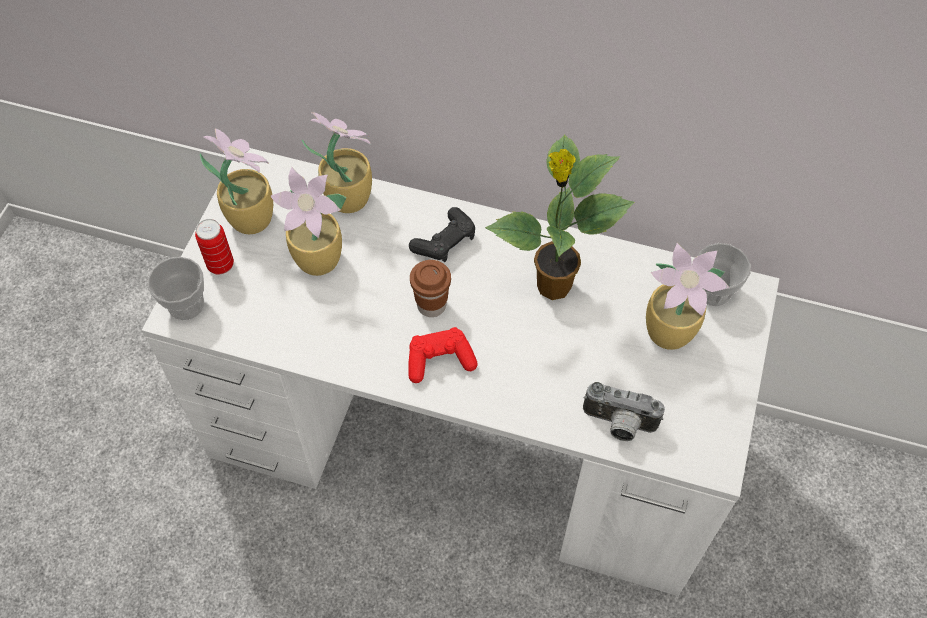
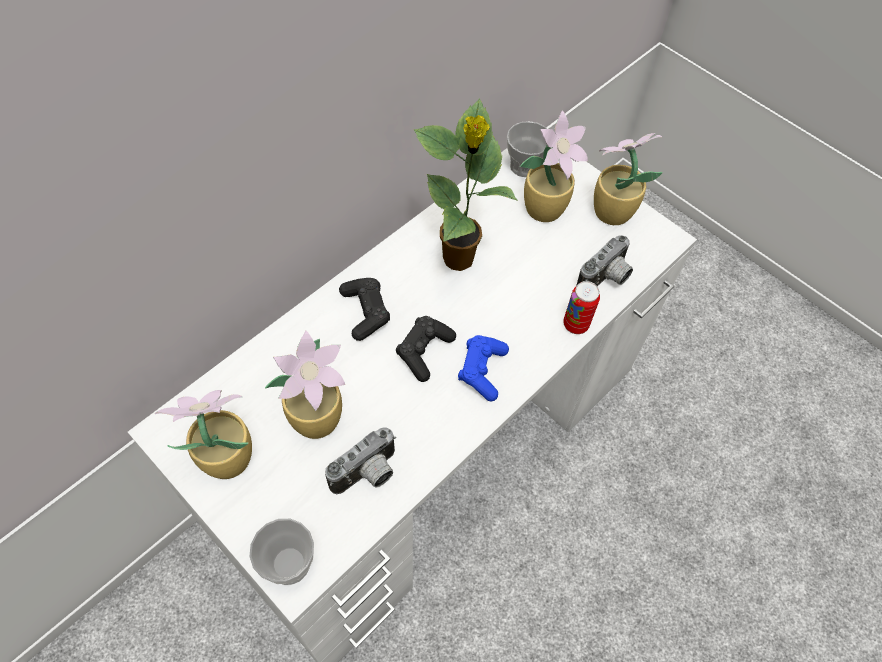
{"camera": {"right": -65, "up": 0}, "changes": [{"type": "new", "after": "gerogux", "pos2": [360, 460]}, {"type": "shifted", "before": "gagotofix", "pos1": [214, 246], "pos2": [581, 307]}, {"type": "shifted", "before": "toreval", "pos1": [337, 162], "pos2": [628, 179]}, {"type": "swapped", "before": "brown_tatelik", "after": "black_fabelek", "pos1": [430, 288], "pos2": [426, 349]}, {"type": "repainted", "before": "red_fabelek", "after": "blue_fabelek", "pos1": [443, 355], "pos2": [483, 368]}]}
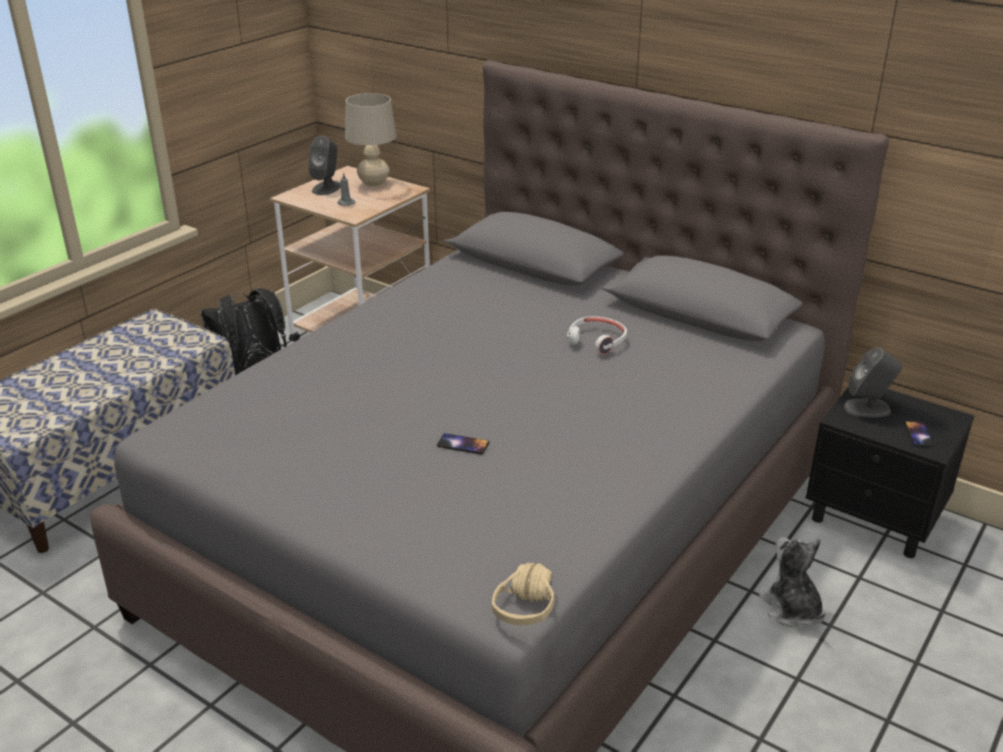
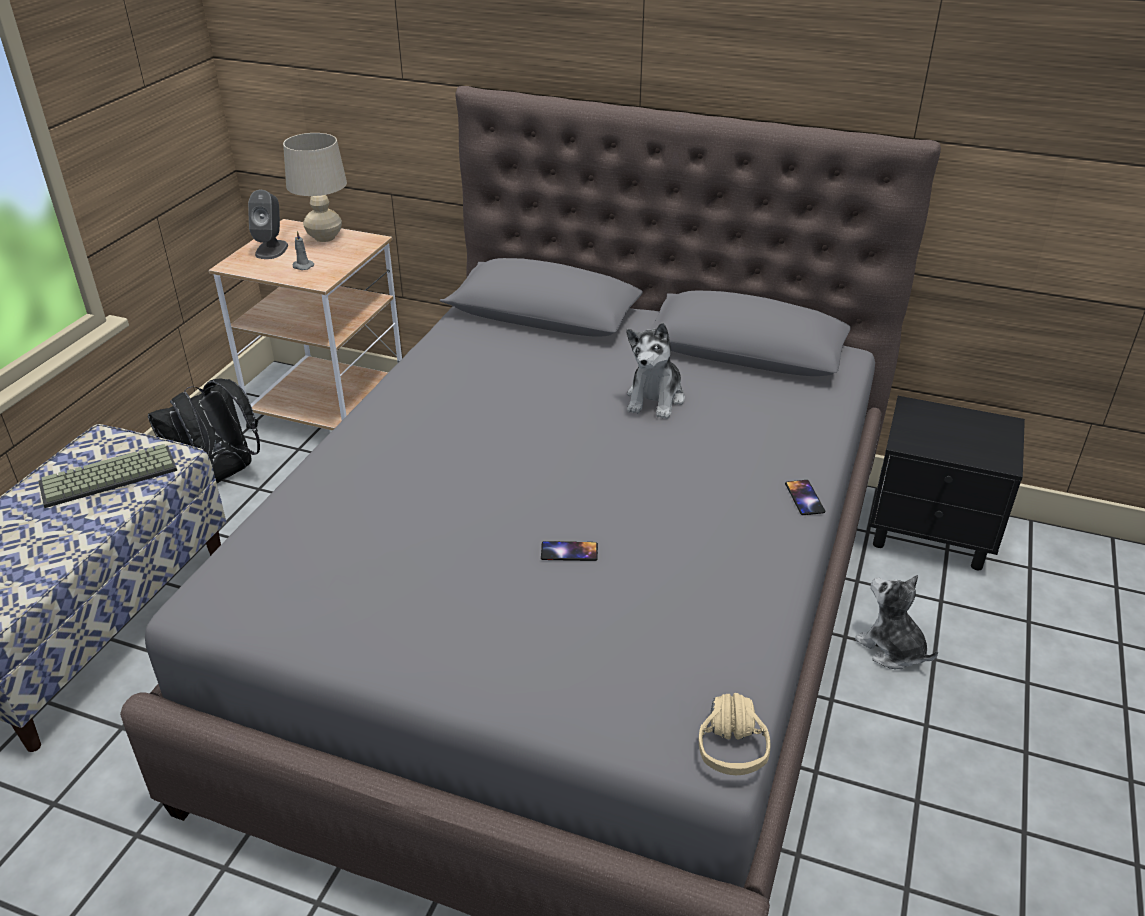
{"camera": {"right": -15, "up": 5}, "changes": [{"type": "gone", "before": "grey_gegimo", "pos1": [873, 382]}, {"type": "new", "after": "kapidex", "pos2": [107, 476]}, {"type": "shifted", "before": "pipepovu", "pos1": [919, 434], "pos2": [805, 497]}, {"type": "swapped", "before": "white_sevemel", "after": "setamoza", "pos1": [597, 335], "pos2": [655, 371]}]}
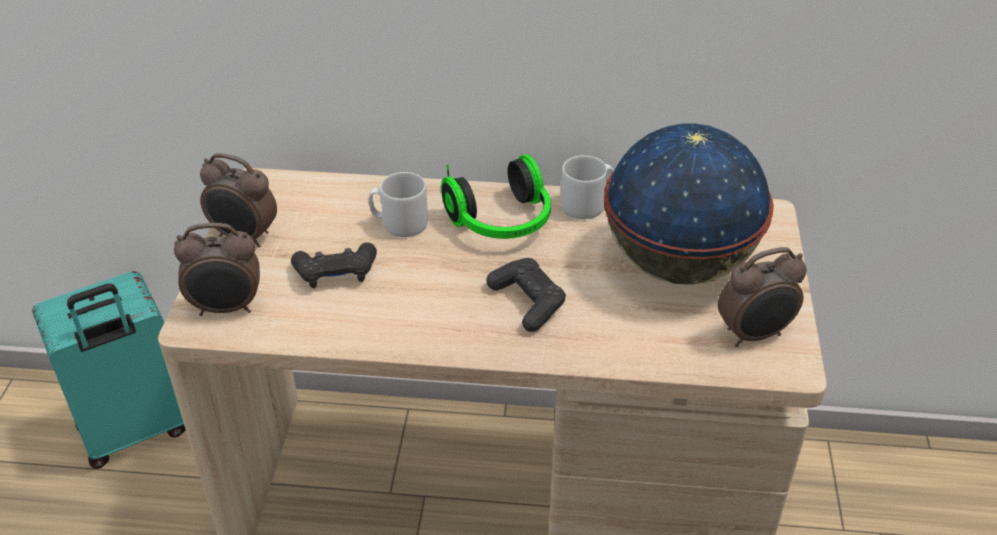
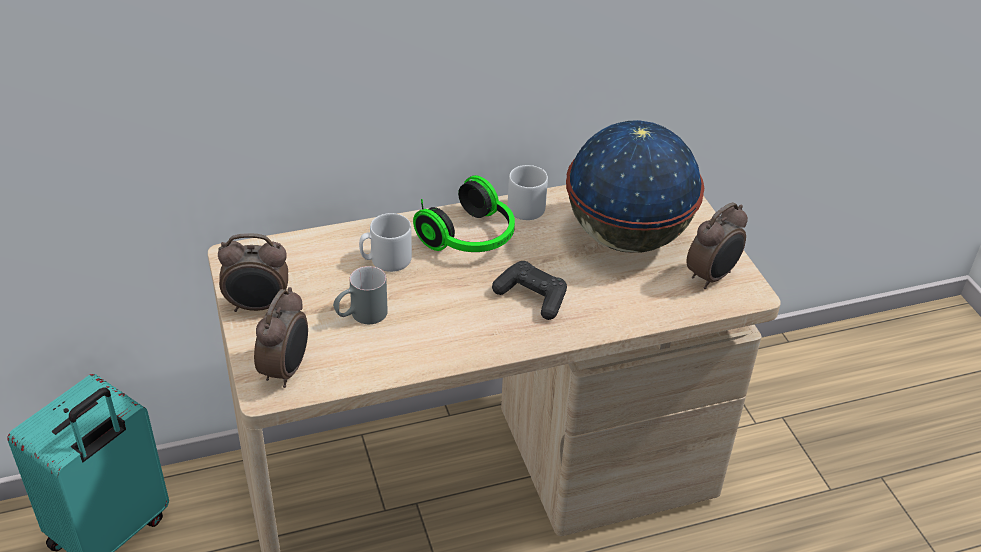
{"camera": {"right": -25, "up": 0}, "changes": [{"type": "swapped", "before": "black_fabelek", "after": "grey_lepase", "pos1": [334, 265], "pos2": [360, 295]}, {"type": "rotated", "before": "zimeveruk", "pos1": [217, 269], "pos2": [281, 337], "turn": -45}]}
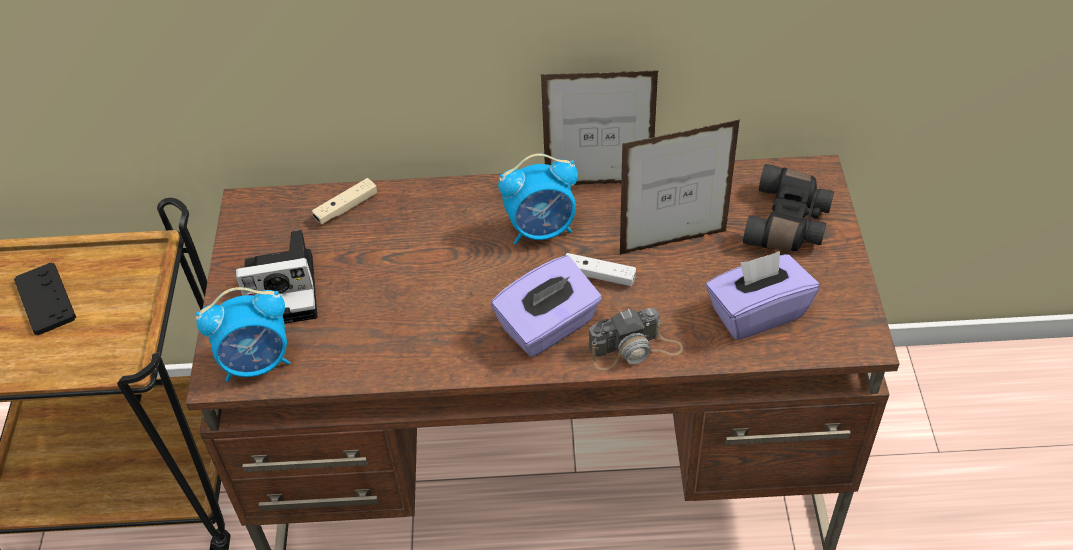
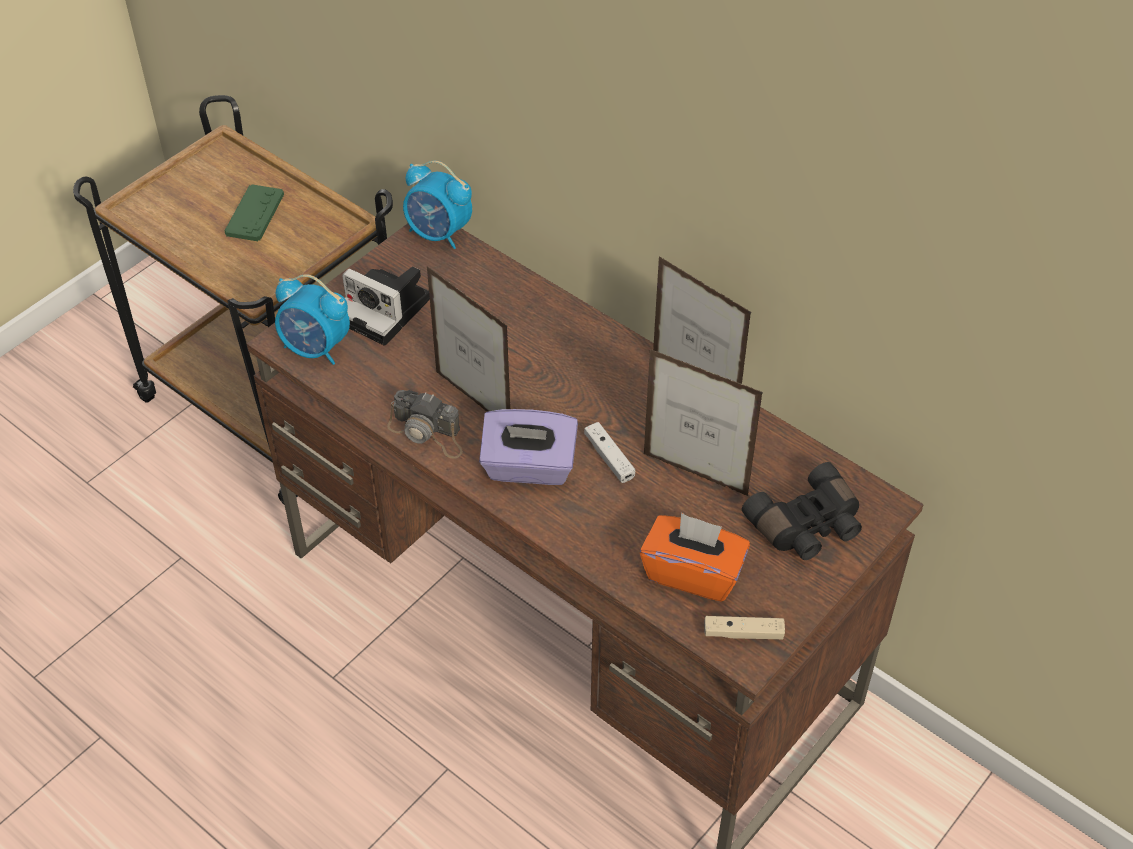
{"camera": {"right": 40, "up": 0}, "changes": [{"type": "new", "after": "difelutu", "pos2": [468, 339]}, {"type": "shifted", "before": "beige_fabelek", "pos1": [344, 201], "pos2": [744, 627]}, {"type": "shifted", "before": "zimeveruk", "pos1": [538, 199], "pos2": [437, 205]}, {"type": "shifted", "before": "gerogux", "pos1": [636, 339], "pos2": [425, 424]}, {"type": "repainted", "before": "black_fabelek", "after": "green_fabelek", "pos1": [45, 298], "pos2": [254, 212]}, {"type": "repainted", "before": "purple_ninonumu", "after": "orange_ninonumu", "pos1": [762, 295], "pos2": [695, 557]}]}
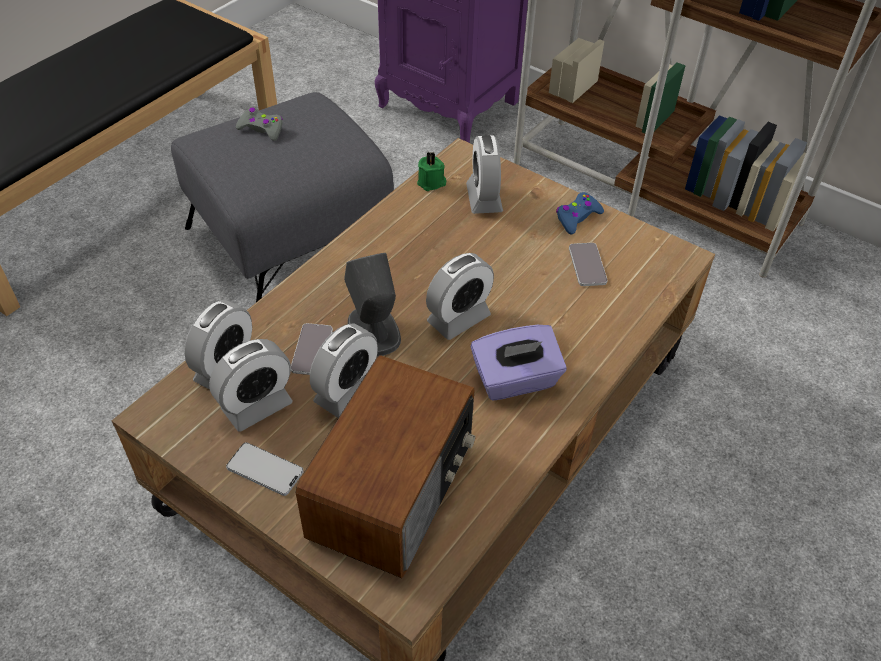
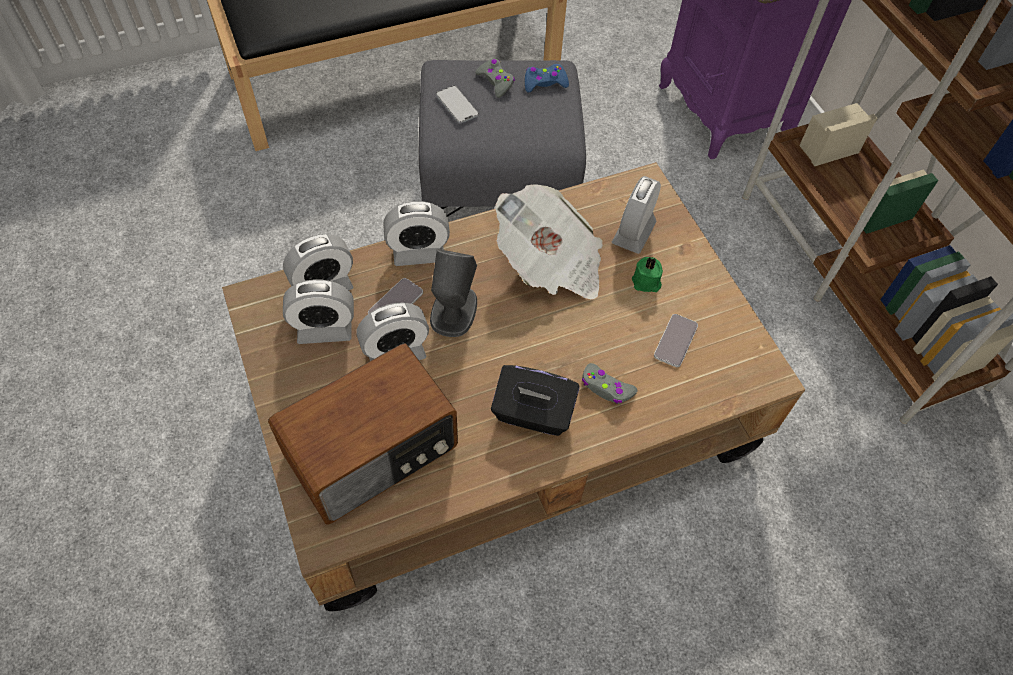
{"camera": {"right": 30, "up": 10}, "changes": [{"type": "new", "after": "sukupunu", "pos2": [549, 242]}, {"type": "new", "after": "grey_fabelek", "pos2": [610, 383]}, {"type": "shifted", "before": "pipepovu", "pos1": [265, 469], "pos2": [457, 104]}, {"type": "shifted", "before": "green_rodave", "pos1": [431, 171], "pos2": [647, 274]}, {"type": "shifted", "before": "zimeveruk", "pos1": [460, 296], "pos2": [416, 233]}, {"type": "shifted", "before": "blue_fabelek", "pos1": [580, 213], "pos2": [547, 78]}, {"type": "repainted", "before": "purple_ninonumu", "after": "black_ninonumu", "pos1": [519, 363], "pos2": [535, 400]}]}
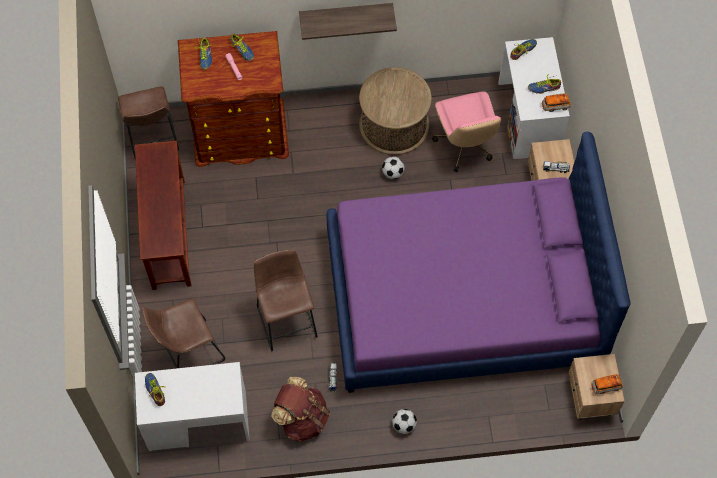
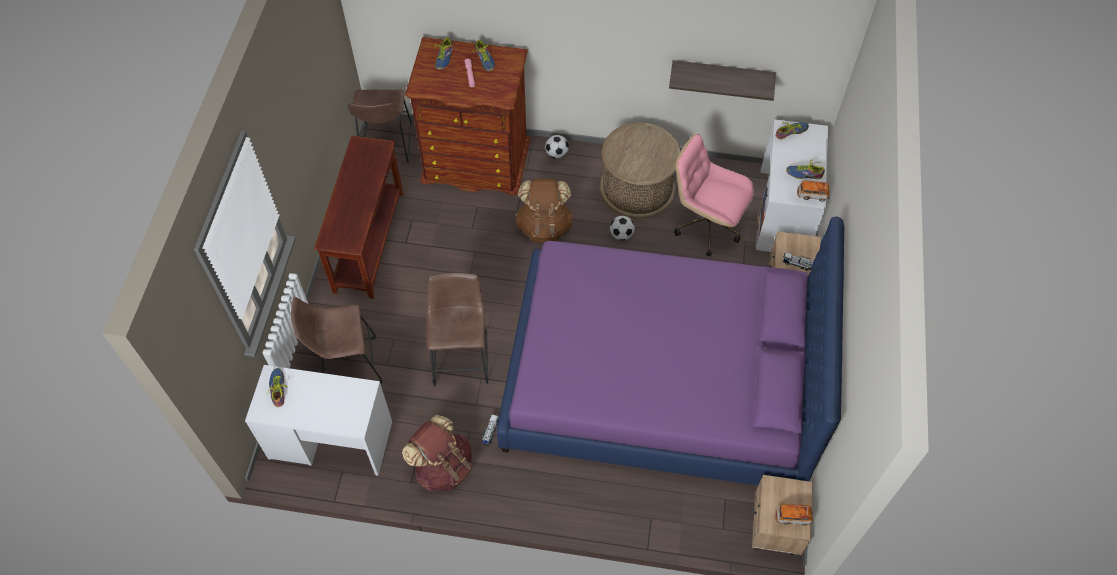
{"camera": {"right": 15, "up": -5}, "changes": [{"type": "new", "after": "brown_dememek", "pos2": [544, 210]}, {"type": "shifted", "before": "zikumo", "pos1": [348, 21], "pos2": [722, 80]}, {"type": "shifted", "before": "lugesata", "pos1": [404, 421], "pos2": [557, 147]}, {"type": "rotated", "before": "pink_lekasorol", "pos1": [466, 131], "pos2": [714, 195], "turn": 120}]}
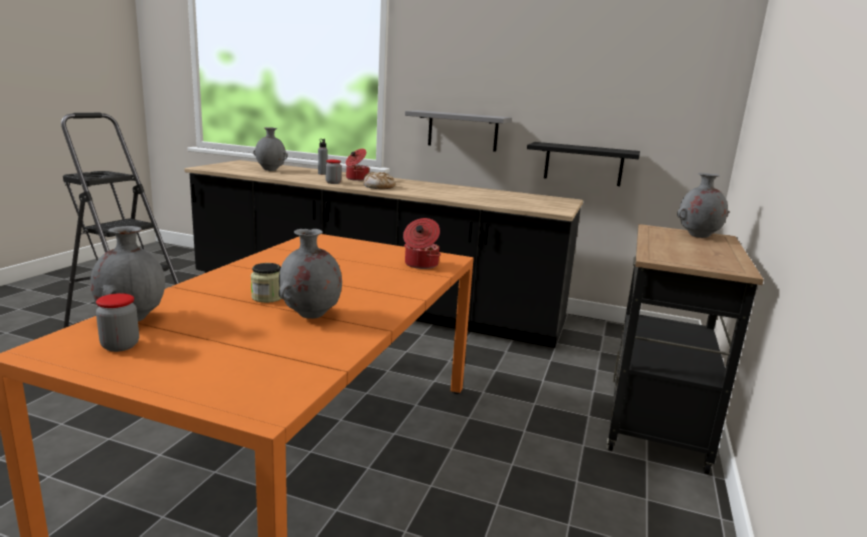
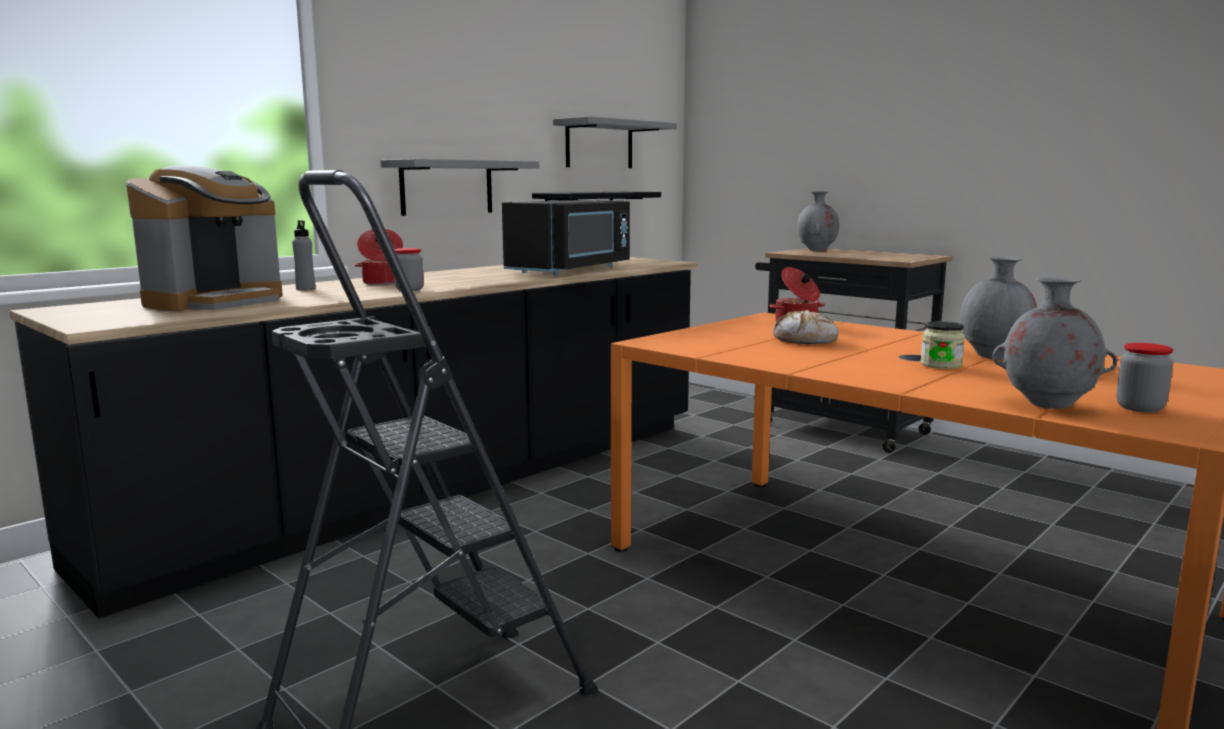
{"camera": {"right": -65, "up": -5}, "changes": [{"type": "new", "after": "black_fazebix", "pos2": [566, 237]}, {"type": "new", "after": "grey_zikumo", "pos2": [615, 142]}, {"type": "shifted", "before": "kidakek", "pos1": [379, 180], "pos2": [805, 327]}, {"type": "swapped", "before": "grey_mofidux", "after": "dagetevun", "pos1": [270, 149], "pos2": [204, 239]}]}
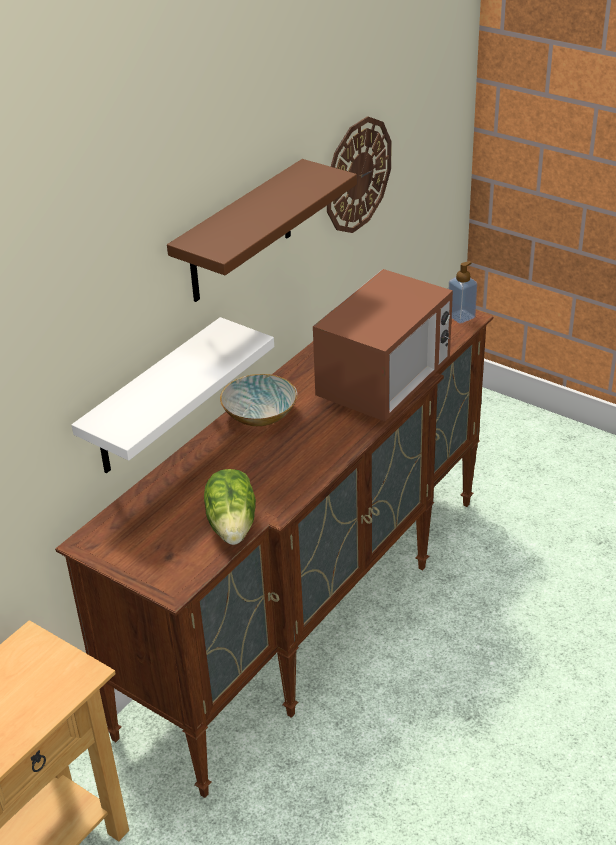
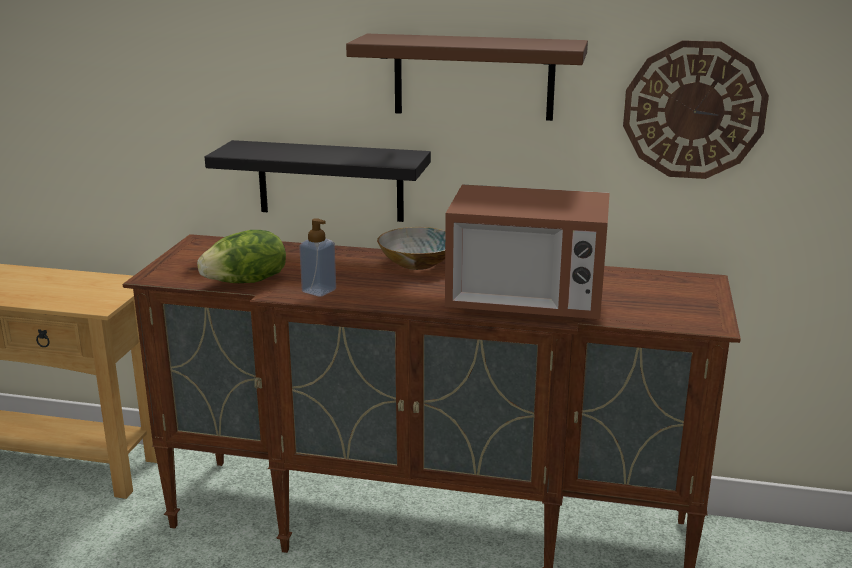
{"camera": {"right": 65, "up": -15}, "changes": [{"type": "shifted", "before": "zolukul", "pos1": [463, 292], "pos2": [317, 257]}, {"type": "repainted", "before": "white_zikumo", "after": "black_zikumo", "pos1": [173, 395], "pos2": [318, 181]}]}
